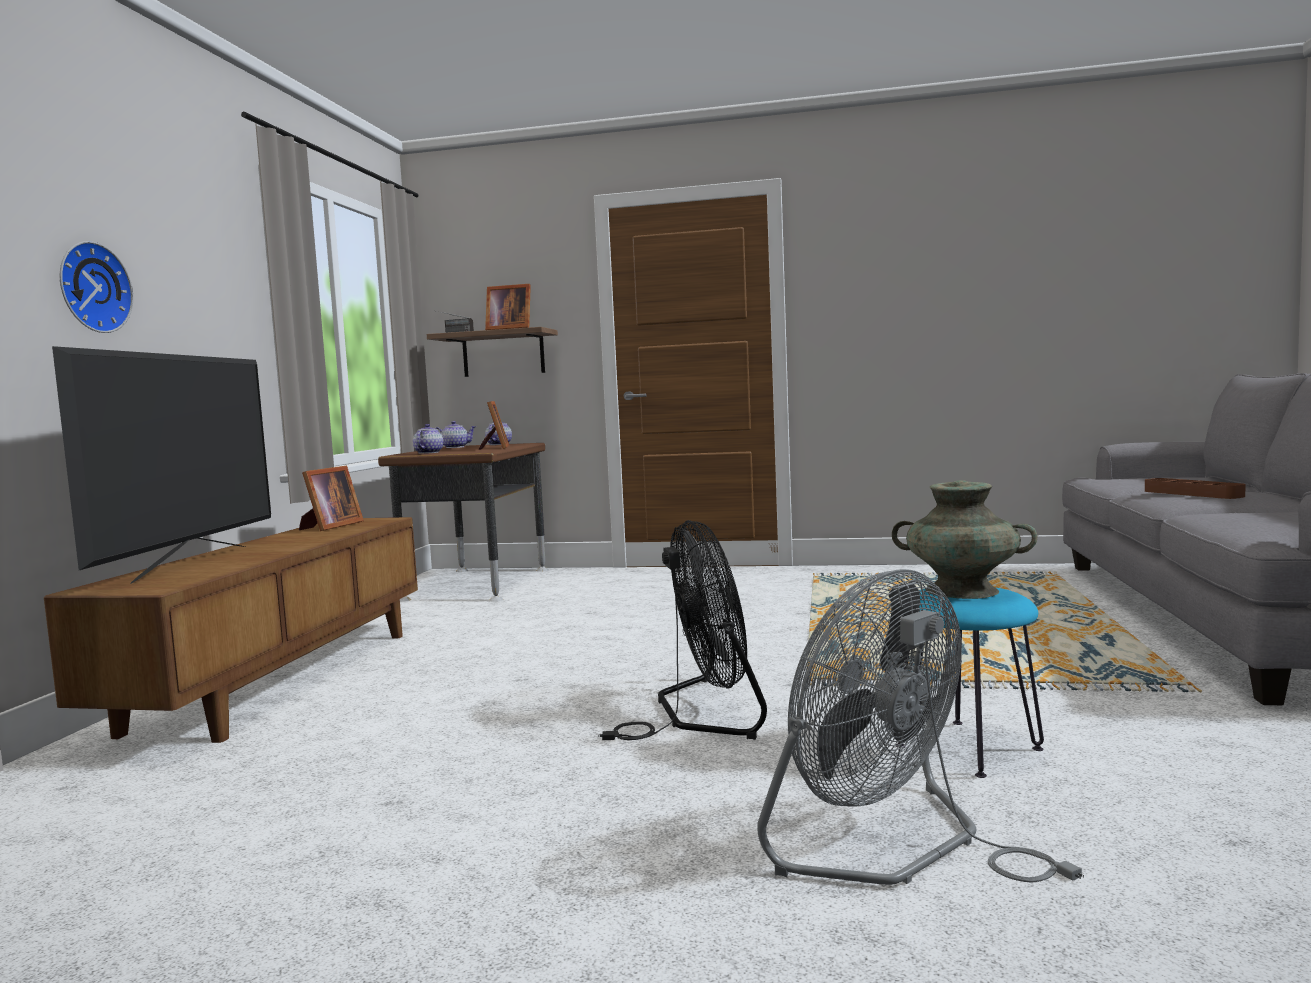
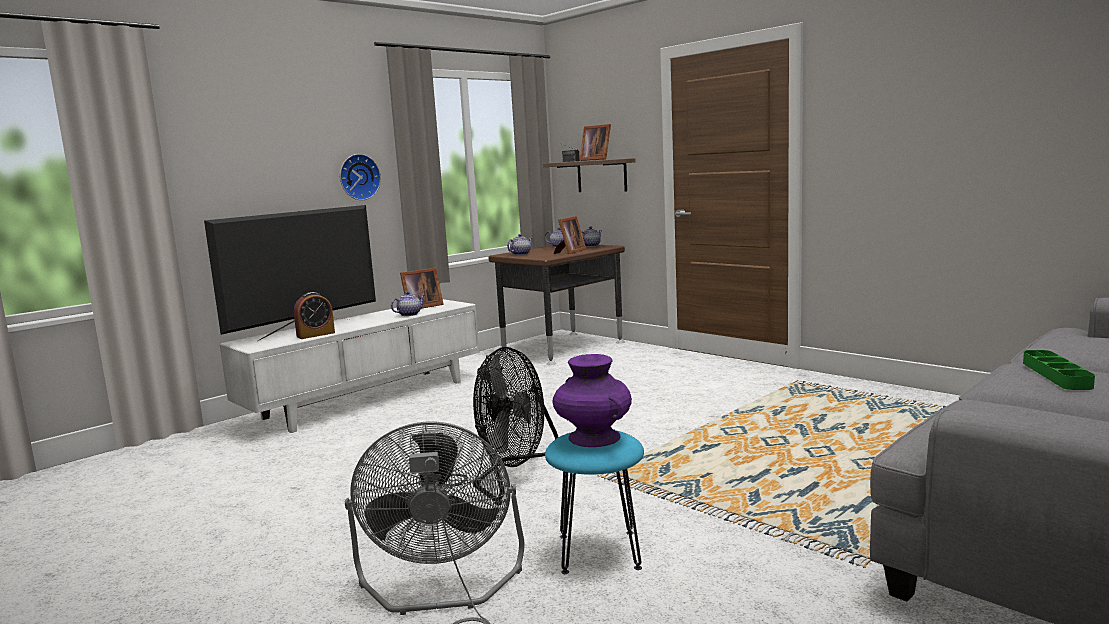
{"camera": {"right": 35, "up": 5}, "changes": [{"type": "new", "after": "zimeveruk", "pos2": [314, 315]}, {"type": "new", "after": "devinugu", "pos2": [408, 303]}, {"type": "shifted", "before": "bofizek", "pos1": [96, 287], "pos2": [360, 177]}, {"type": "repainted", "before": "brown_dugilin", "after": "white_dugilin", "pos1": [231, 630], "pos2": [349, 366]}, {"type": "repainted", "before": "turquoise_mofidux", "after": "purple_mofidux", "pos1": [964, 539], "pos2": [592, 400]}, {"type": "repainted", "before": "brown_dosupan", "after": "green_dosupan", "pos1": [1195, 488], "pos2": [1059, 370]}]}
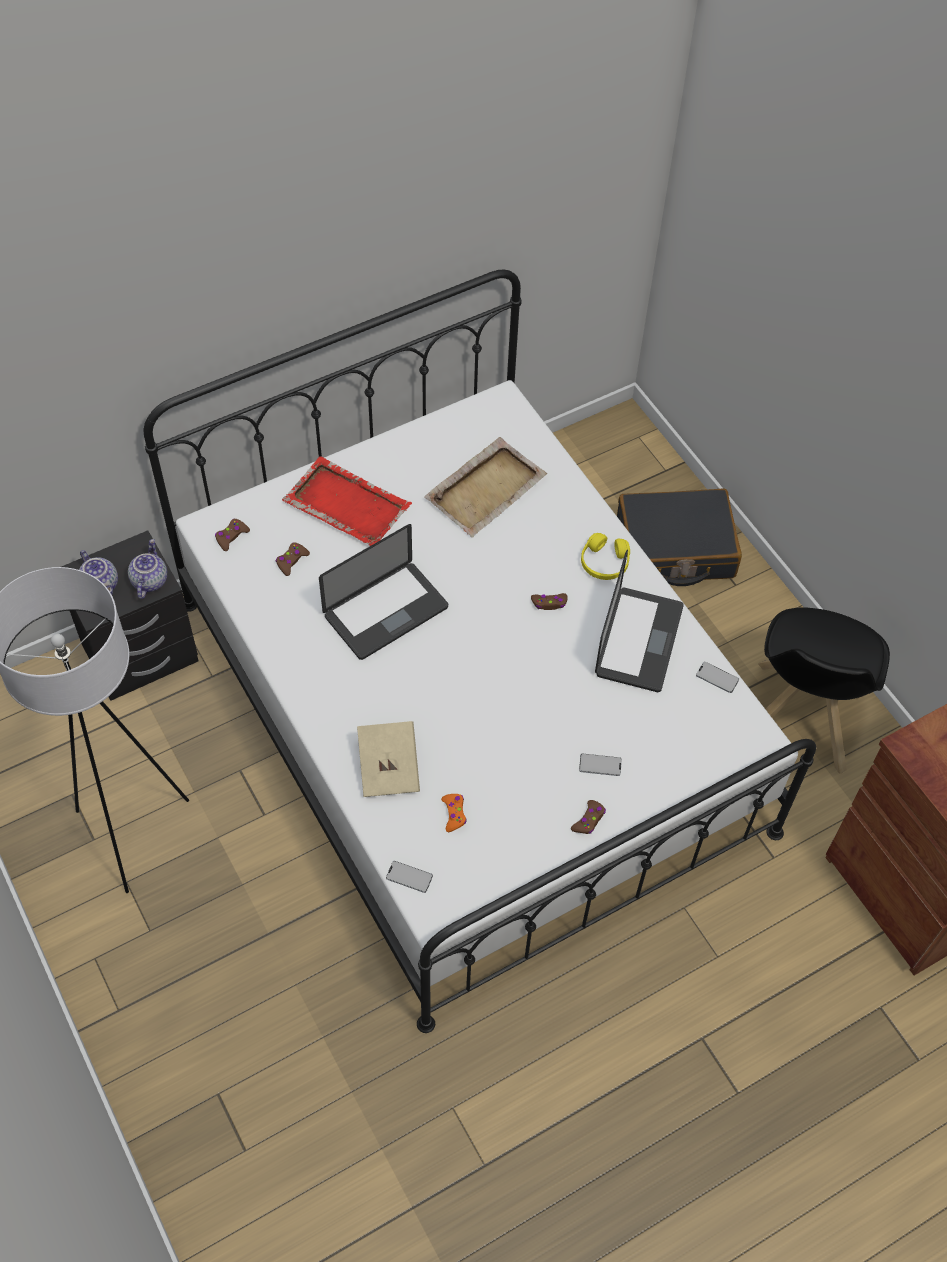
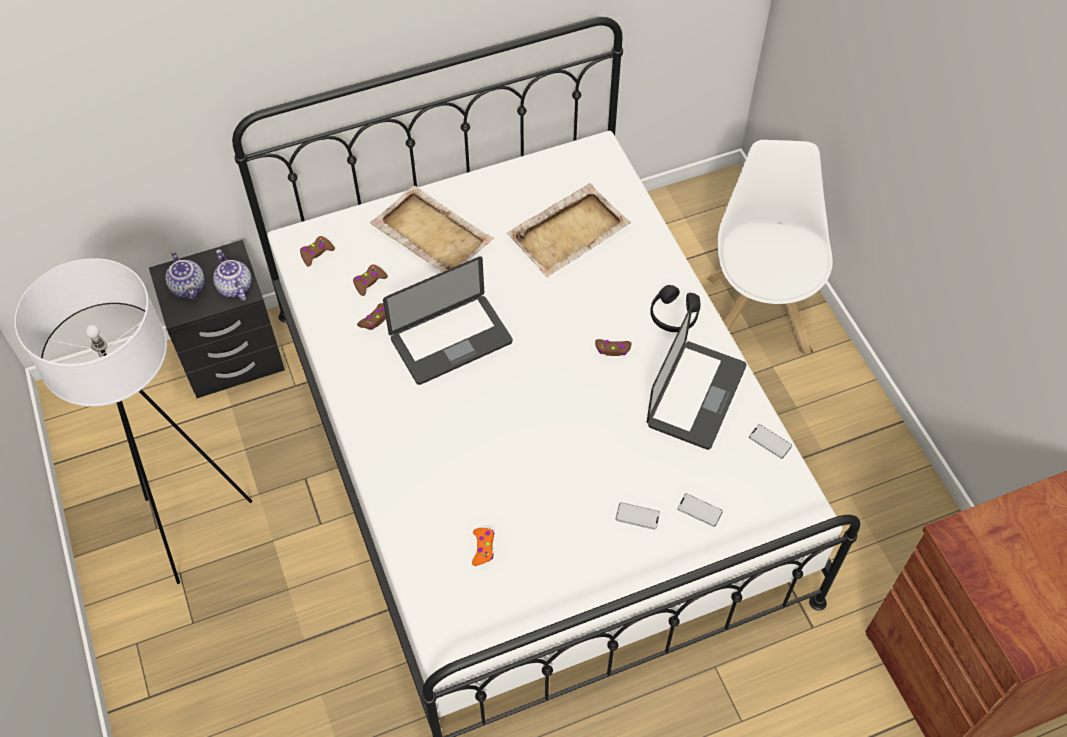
{"camera": {"right": 10, "up": 0}, "changes": [{"type": "gone", "before": "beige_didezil", "pos1": [388, 759]}, {"type": "gone", "before": "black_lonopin", "pos1": [824, 691]}, {"type": "shifted", "before": "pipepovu", "pos1": [409, 877], "pos2": [700, 510]}, {"type": "shifted", "before": "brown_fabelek", "pos1": [588, 817], "pos2": [371, 316]}, {"type": "swapped", "before": "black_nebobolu", "after": "white_lonopin", "pos1": [679, 537], "pos2": [770, 247]}, {"type": "repainted", "before": "red_dosupan", "after": "beige_dosupan", "pos1": [347, 501], "pos2": [432, 228]}, {"type": "repainted", "before": "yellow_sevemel", "after": "black_sevemel", "pos1": [605, 556], "pos2": [675, 308]}, {"type": "rotated", "before": "devinugu", "pos1": [147, 569], "pos2": [232, 275], "turn": -45}]}
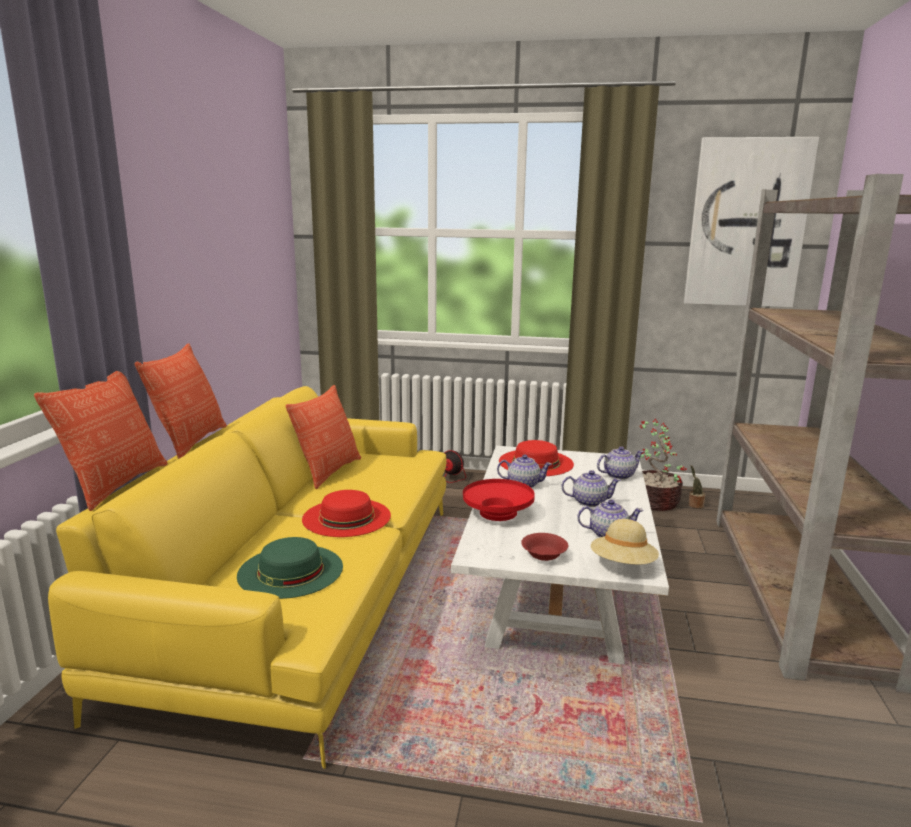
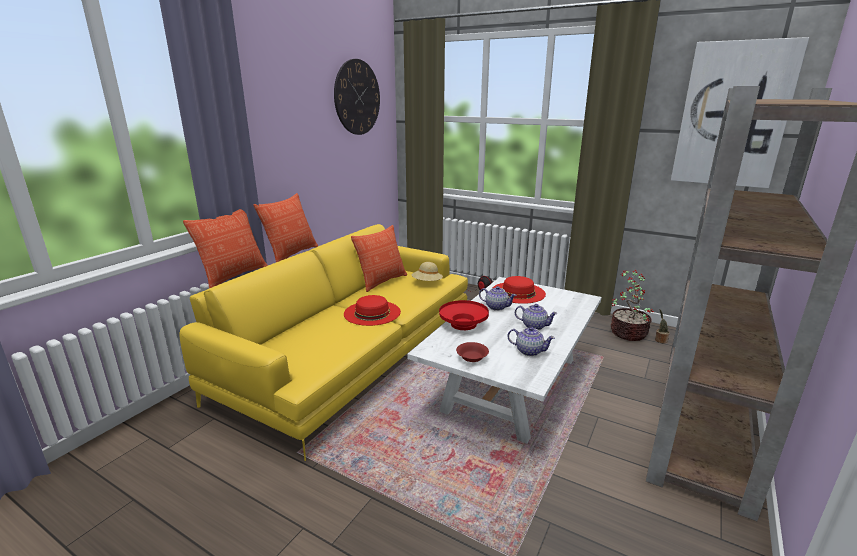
{"camera": {"right": 20, "up": 5}, "changes": [{"type": "gone", "before": "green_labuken", "pos1": [290, 568]}, {"type": "gone", "before": "devinugu", "pos1": [620, 463]}, {"type": "new", "after": "bofizek", "pos2": [357, 97]}, {"type": "shifted", "before": "beige_labuken", "pos1": [625, 542], "pos2": [427, 271]}]}
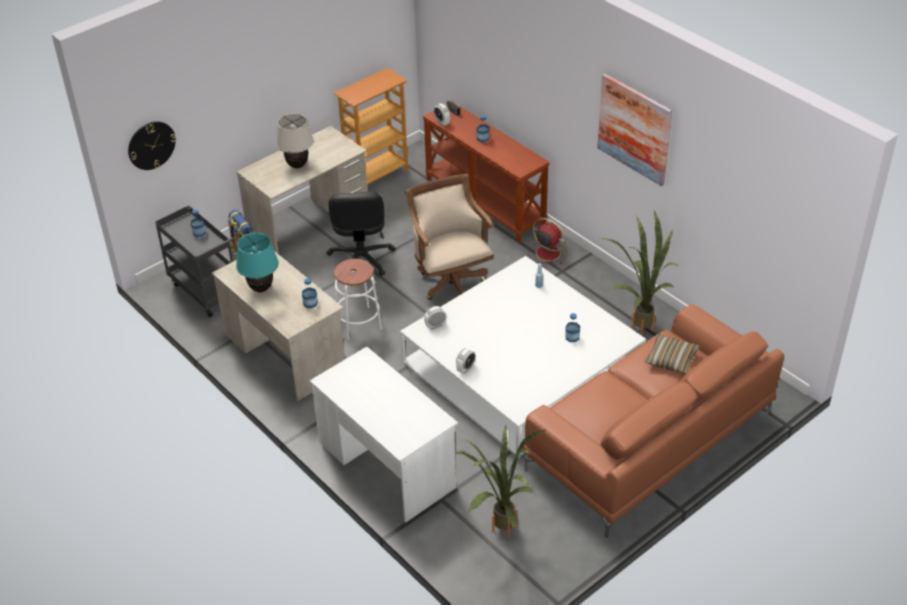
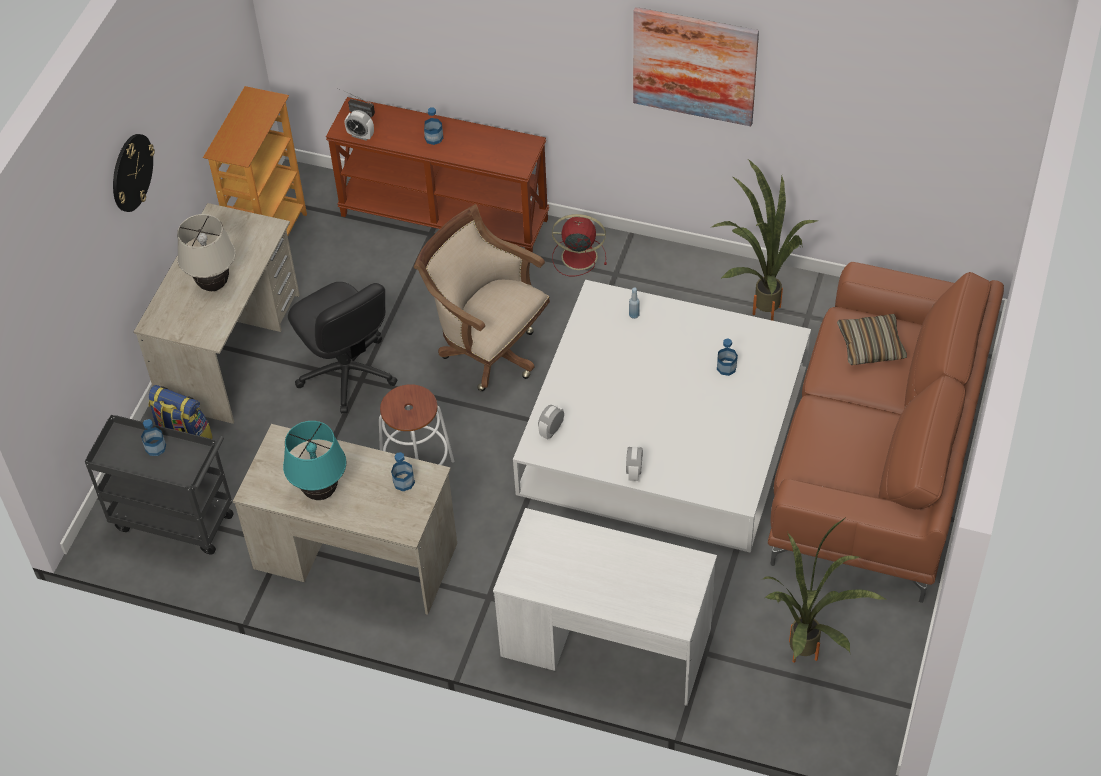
{"camera": {"right": -30, "up": 10}, "changes": [{"type": "shifted", "before": "bofizek", "pos1": [152, 145], "pos2": [134, 173]}]}
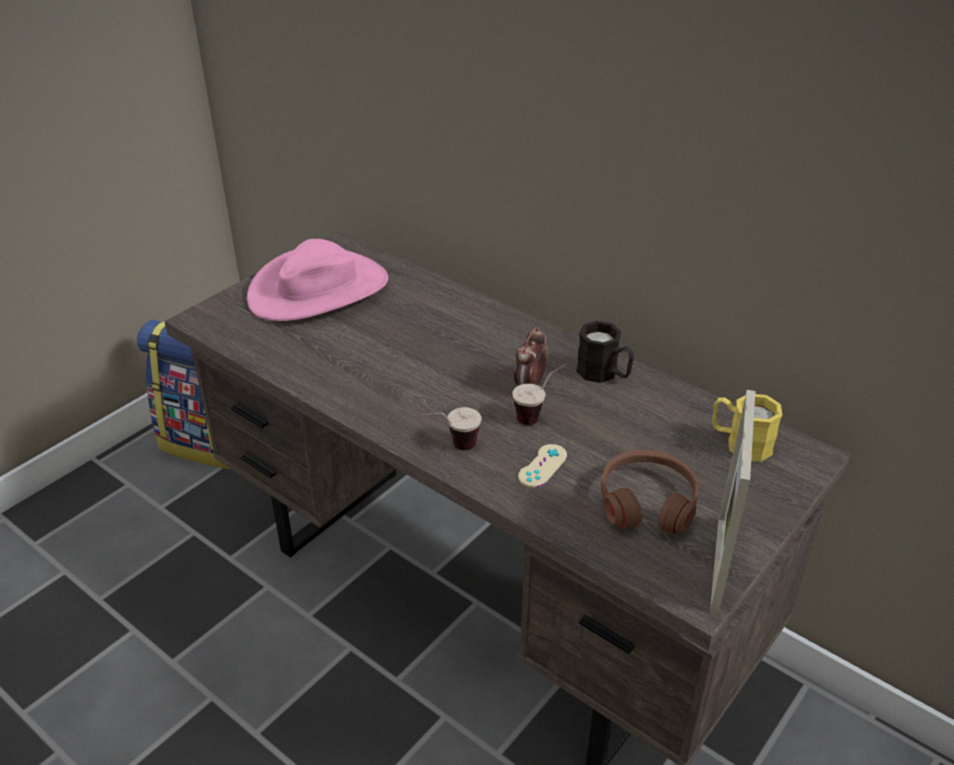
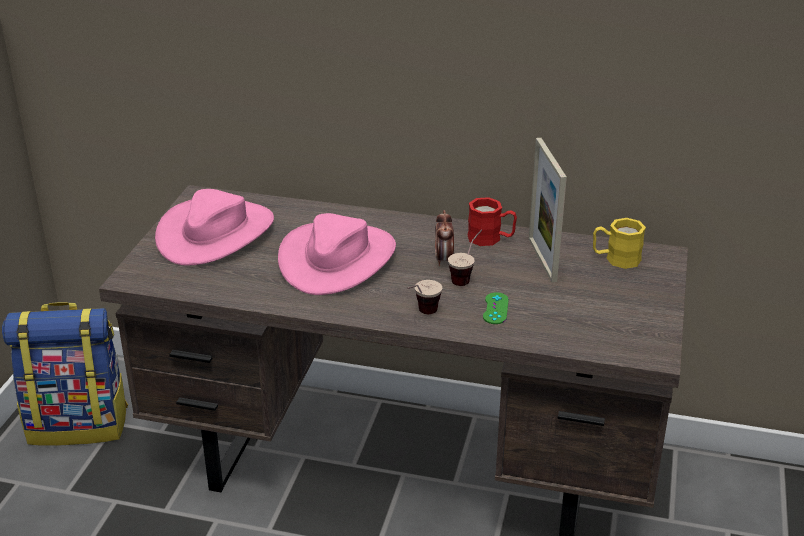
{"camera": {"right": -25, "up": -5}, "changes": [{"type": "gone", "before": "brown_sevemel", "pos1": [650, 492]}, {"type": "new", "after": "pink_labuken", "pos2": [337, 254]}, {"type": "shifted", "before": "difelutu", "pos1": [732, 502], "pos2": [548, 210]}, {"type": "repainted", "before": "beige_fabelek", "after": "green_fabelek", "pos1": [542, 466], "pos2": [496, 308]}, {"type": "repainted", "before": "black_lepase", "after": "red_lepase", "pos1": [605, 352], "pos2": [492, 221]}]}
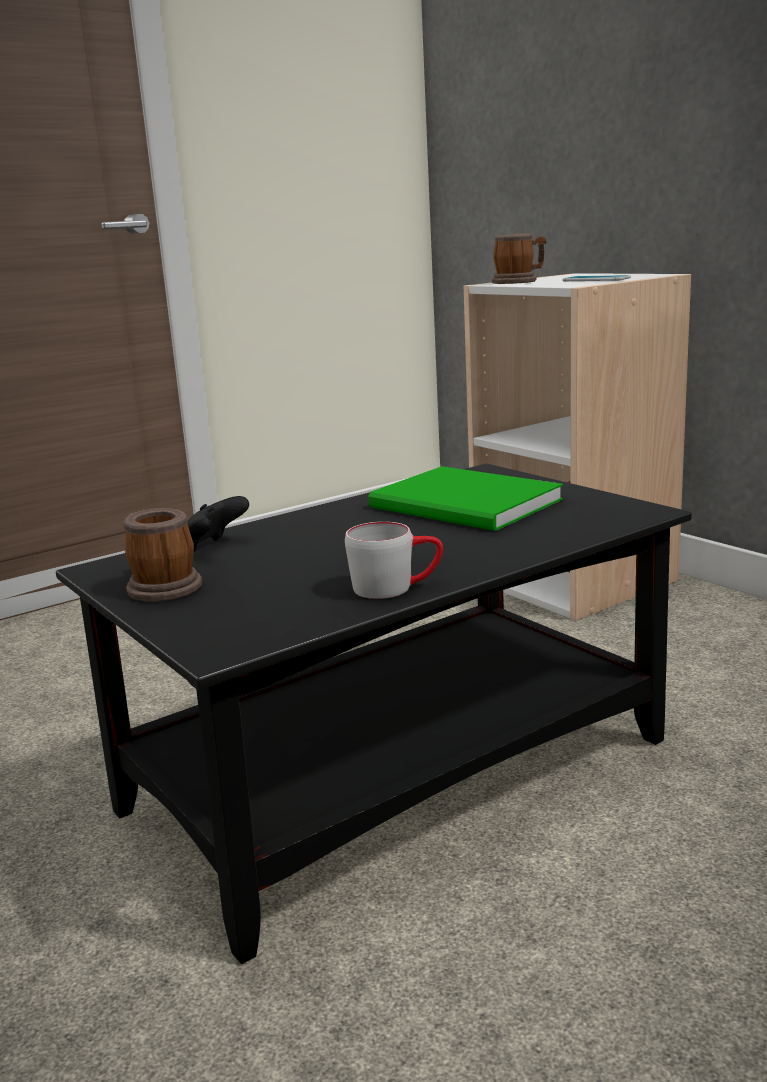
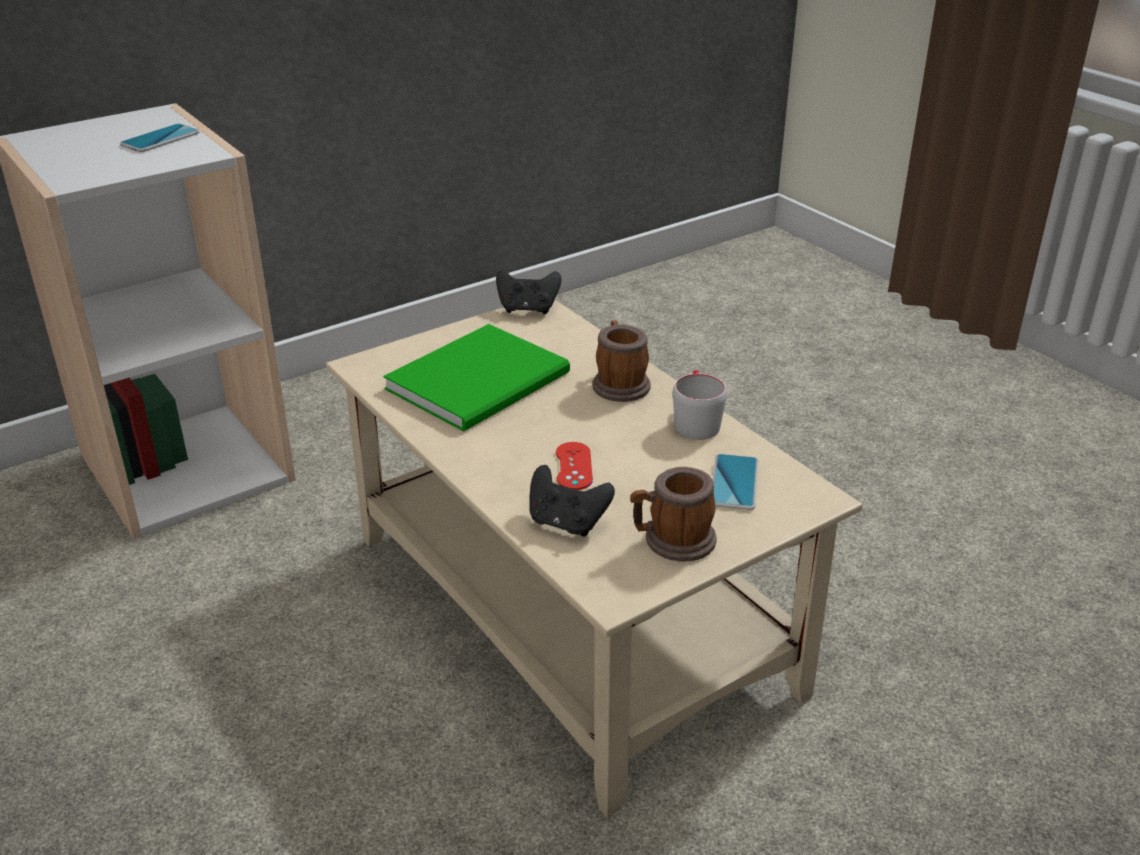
{"camera": {"right": -90, "up": 15}, "changes": [{"type": "new", "after": "black_fabelek", "pos2": [528, 291]}, {"type": "new", "after": "red_fabelek", "pos2": [574, 466]}, {"type": "new", "after": "pipepovu", "pos2": [736, 482]}, {"type": "shifted", "before": "lepase", "pos1": [519, 258], "pos2": [621, 361]}, {"type": "repainted", "before": "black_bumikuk", "after": "beige_bumikuk", "pos1": [374, 713], "pos2": [594, 559]}]}
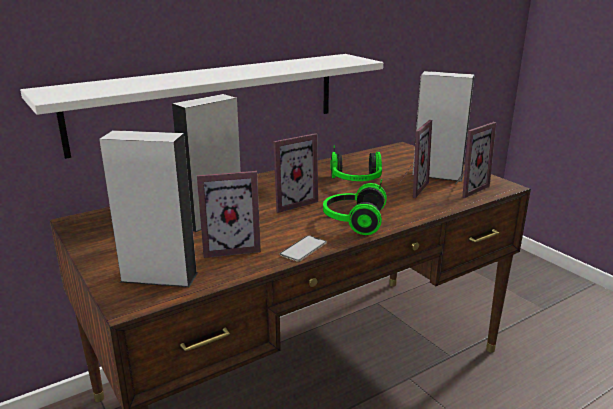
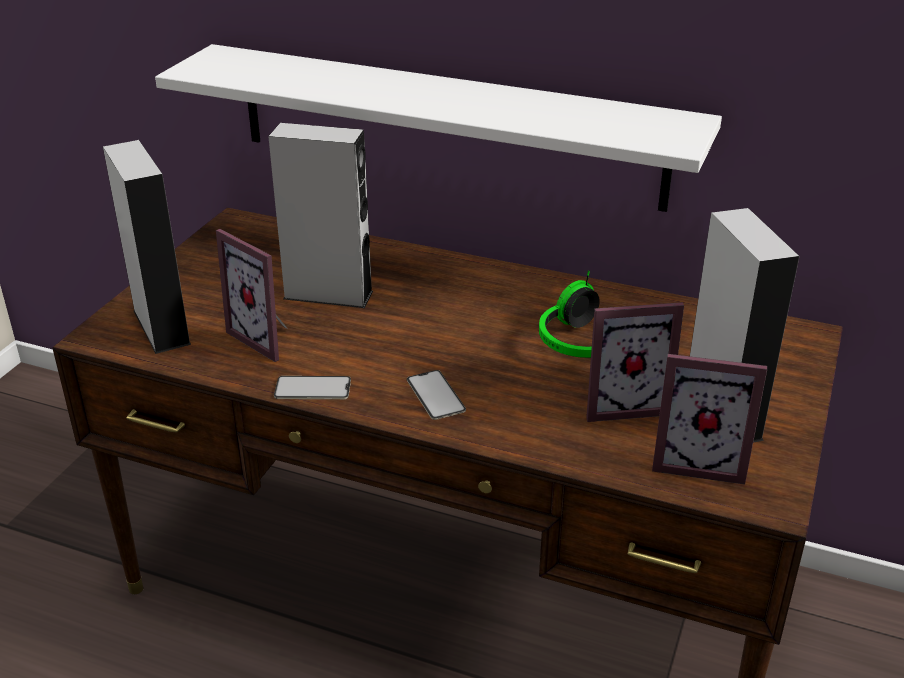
{"camera": {"right": 55, "up": 10}, "changes": [{"type": "gone", "before": "difelutu", "pos1": [295, 173]}, {"type": "swapped", "before": "sevemel", "after": "pipepovu", "pos1": [355, 207], "pos2": [436, 395]}]}
